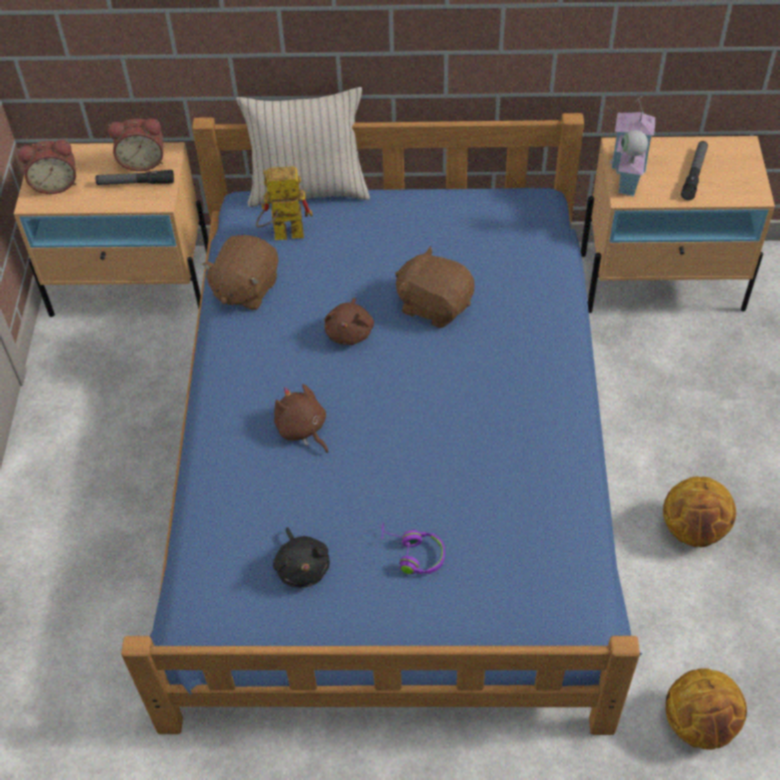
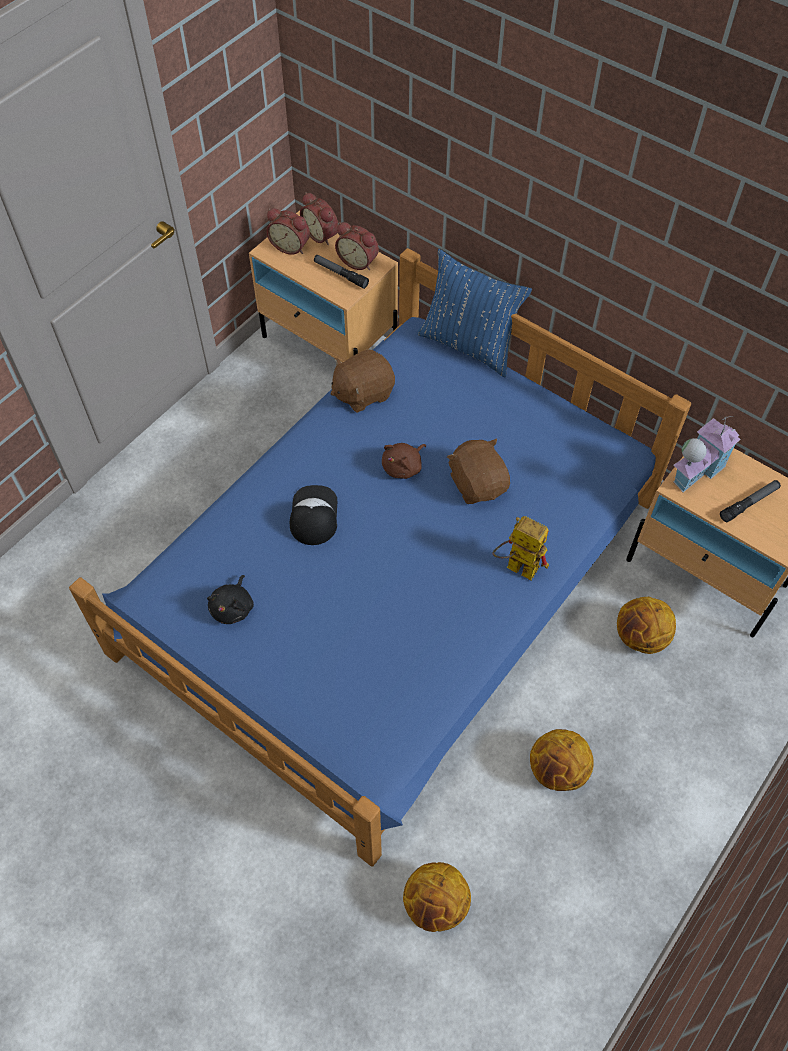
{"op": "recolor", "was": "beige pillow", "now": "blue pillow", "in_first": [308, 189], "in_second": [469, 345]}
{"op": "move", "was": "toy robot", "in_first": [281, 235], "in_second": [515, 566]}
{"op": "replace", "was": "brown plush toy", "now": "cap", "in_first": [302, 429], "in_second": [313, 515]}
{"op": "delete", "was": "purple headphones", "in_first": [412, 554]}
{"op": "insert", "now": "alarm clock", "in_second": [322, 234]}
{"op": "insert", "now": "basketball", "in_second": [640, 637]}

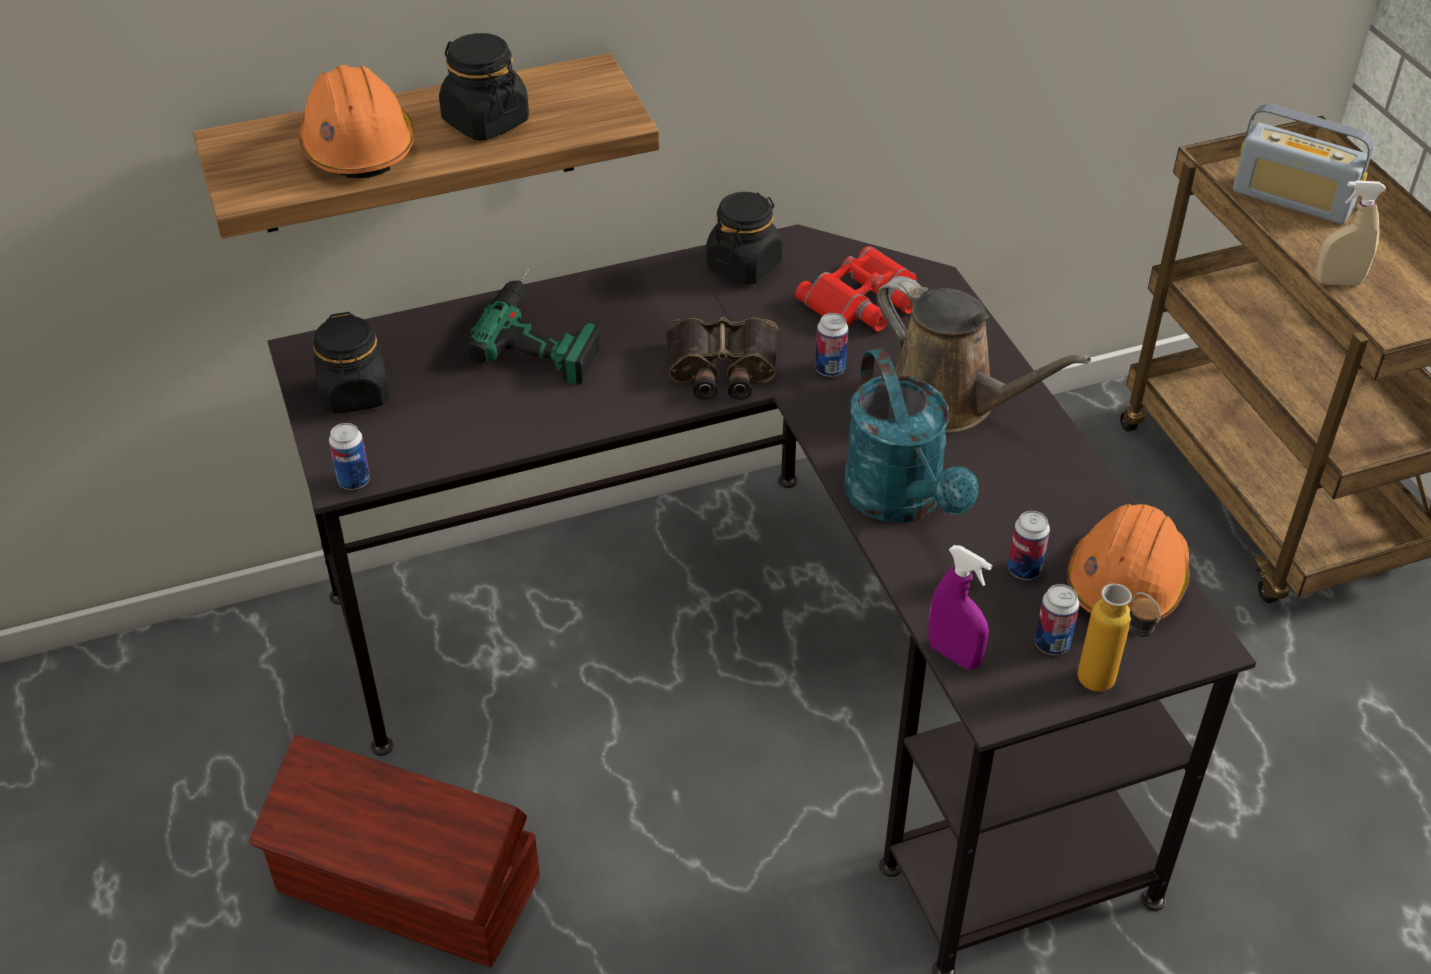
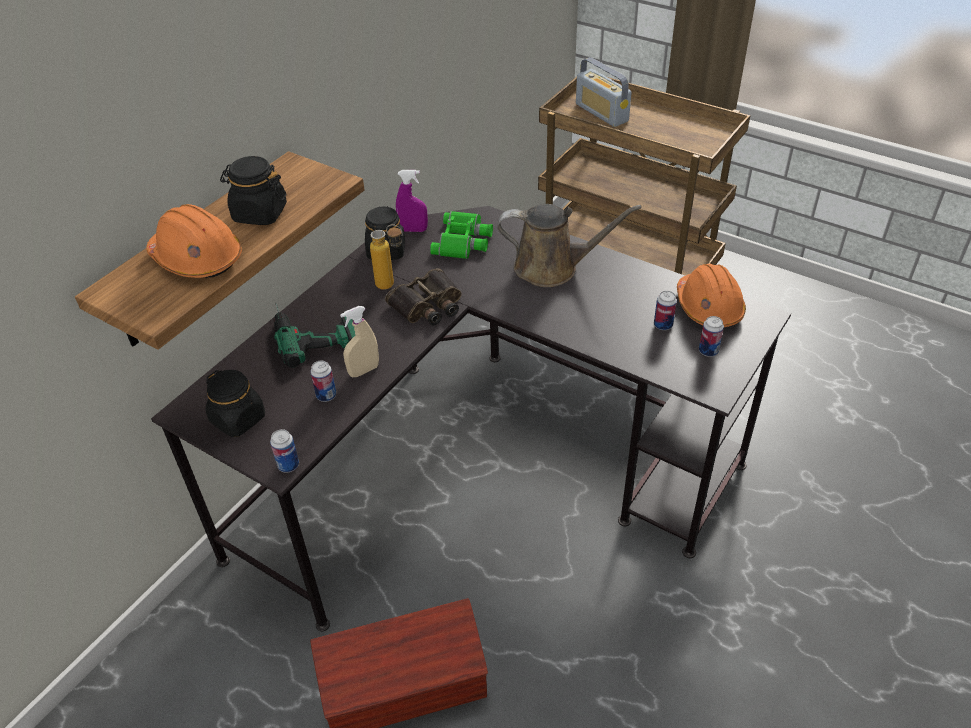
{"op": "recolor", "was": "red binoculars", "now": "green binoculars", "in_first": [864, 301], "in_second": [464, 241]}
{"op": "move", "was": "can", "in_first": [830, 369], "in_second": [326, 395]}
{"op": "delete", "was": "turquoise watering can", "in_first": [901, 501]}
{"op": "move", "was": "purple spray bottle", "in_first": [954, 655], "in_second": [413, 230]}
{"op": "move", "was": "bottle", "in_first": [1108, 688], "in_second": [392, 285]}
{"op": "rotate", "was": "radio", "in_first": [1292, 199], "in_second": [601, 113], "clockwise": 60}
{"op": "move", "was": "beige spray bottle", "in_first": [1338, 282], "in_second": [364, 371]}

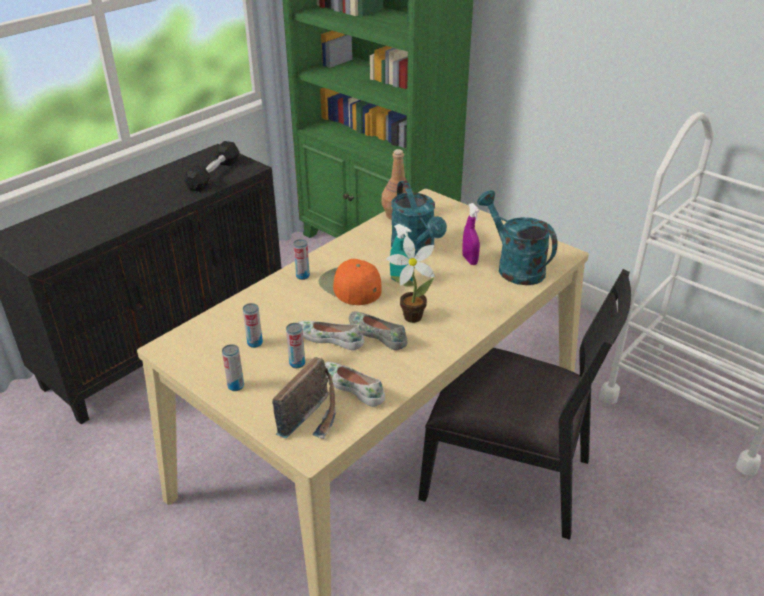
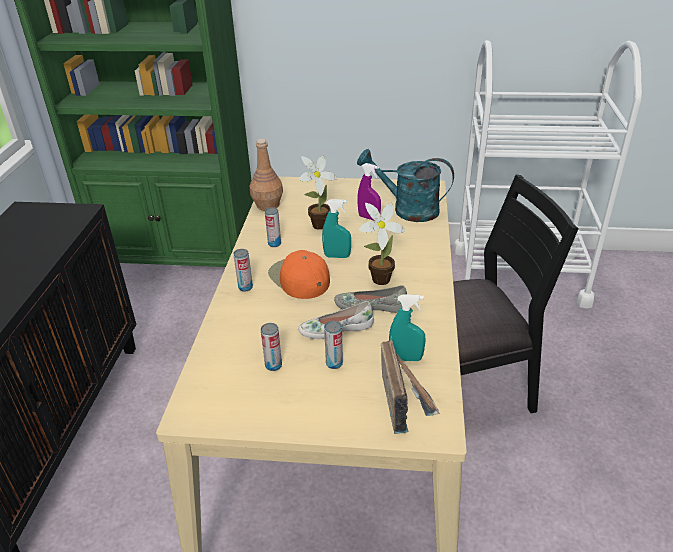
{"op": "delete", "was": "black dumbbell", "in_first": [214, 174]}
{"op": "move", "was": "can", "in_first": [236, 386], "in_second": [274, 244]}
{"op": "rotate", "was": "orange cap", "in_first": [350, 286], "in_second": [298, 278], "clockwise": 45}
{"op": "replace", "was": "white shoe", "now": "turquoise spray bottle", "in_first": [353, 387], "in_second": [406, 358]}
{"op": "replace", "was": "turquoise watering can", "now": "potted plant", "in_first": [416, 249], "in_second": [317, 226]}

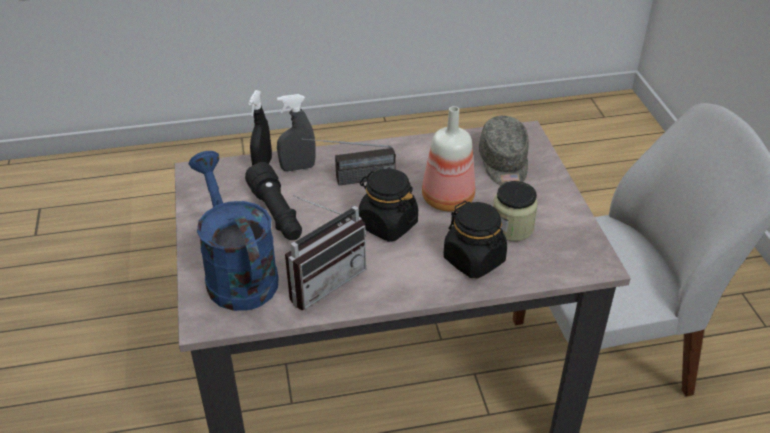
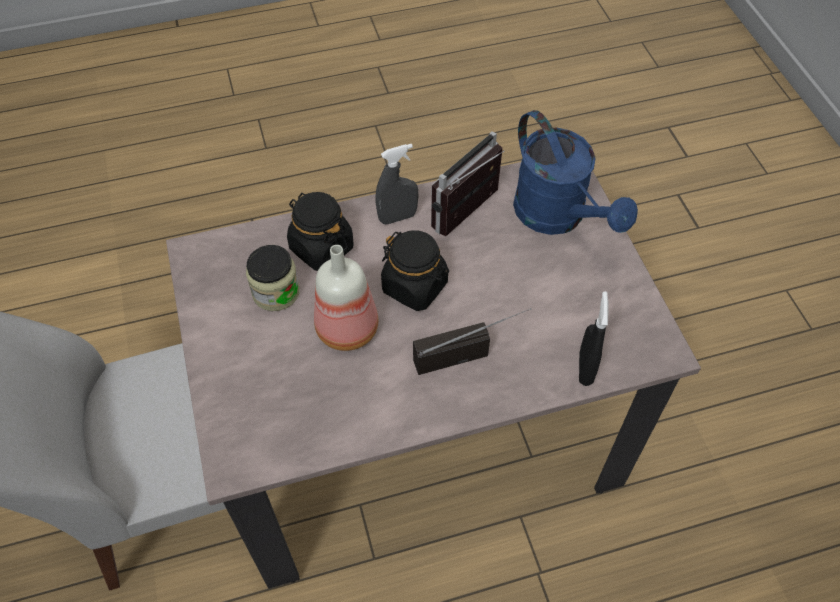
{"op": "delete", "was": "black flashlight", "in_first": [277, 214]}
{"op": "move", "was": "grey spray bottle", "in_first": [298, 168], "in_second": [397, 217]}
{"op": "delete", "was": "grey cap", "in_first": [504, 164]}

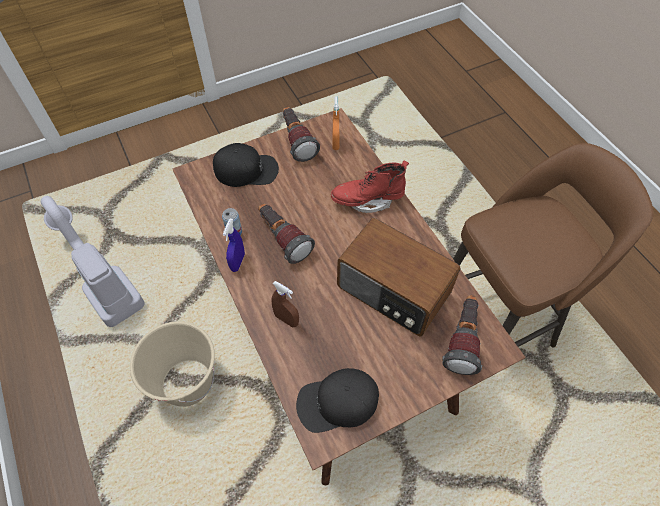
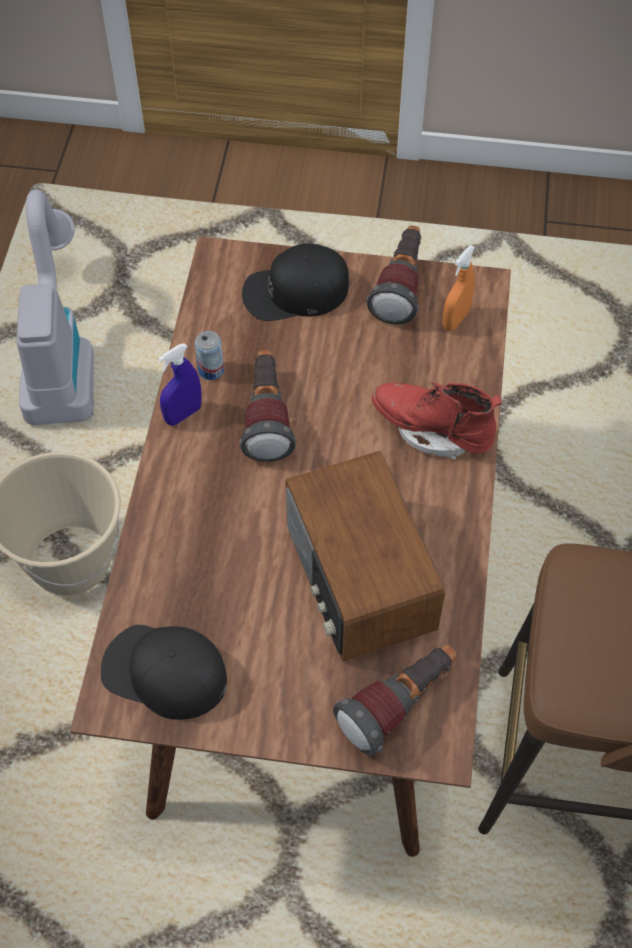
{"op": "rotate", "was": "black cap", "in_first": [246, 170], "in_second": [295, 291], "clockwise": 135}
{"op": "delete", "was": "brown spray bottle", "in_first": [286, 319]}

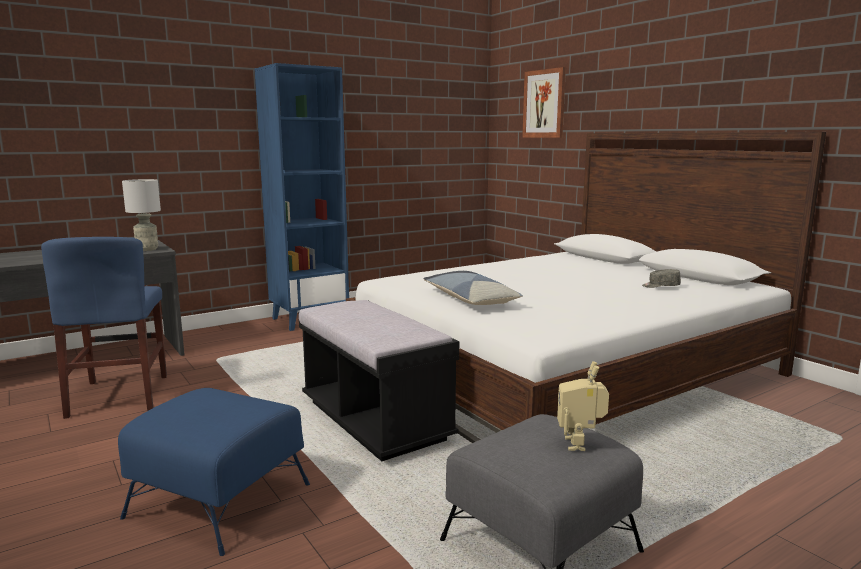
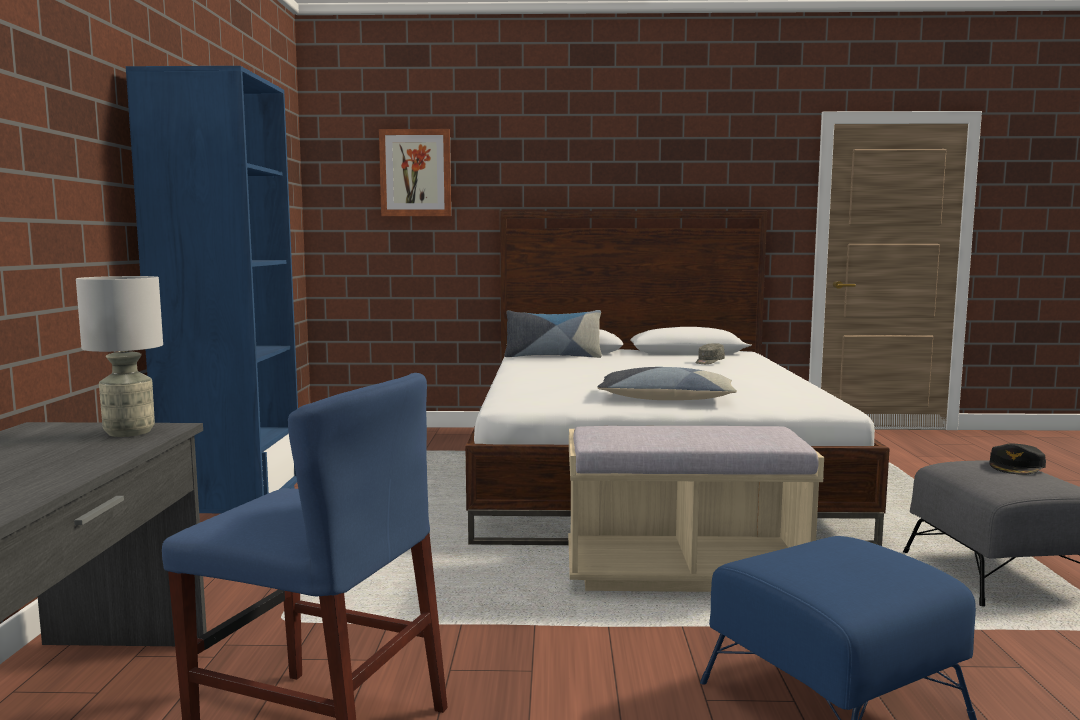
{"op": "recolor", "was": "black bench", "now": "beige bench", "in_first": [375, 421], "in_second": [683, 573]}
{"op": "replace", "was": "toy robot", "now": "black cap", "in_first": [580, 444], "in_second": [1016, 466]}
{"op": "insert", "now": "pillow", "in_second": [553, 356]}

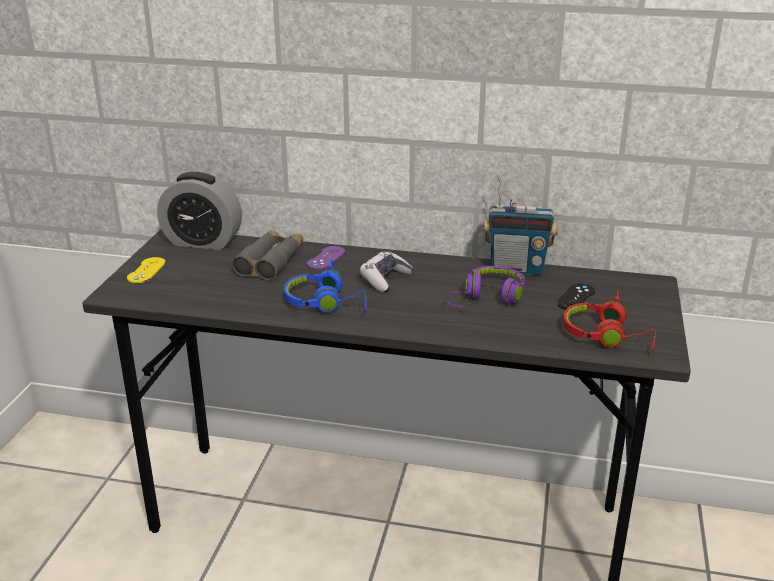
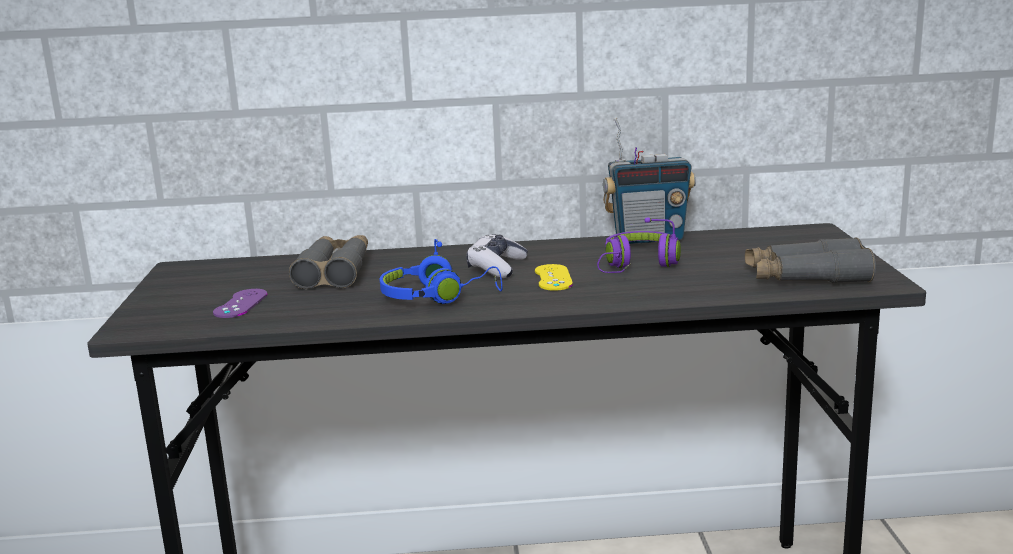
{"op": "move", "was": "yellow game controller", "in_first": [146, 270], "in_second": [553, 278]}
{"op": "delete", "was": "alarm clock", "in_first": [202, 242]}
{"op": "move", "was": "purple game controller", "in_first": [326, 258], "in_second": [241, 304]}
{"op": "delete", "was": "black game controller", "in_first": [576, 297]}
{"op": "replace", "was": "red headphones", "now": "grey binoculars", "in_first": [607, 337], "in_second": [806, 277]}

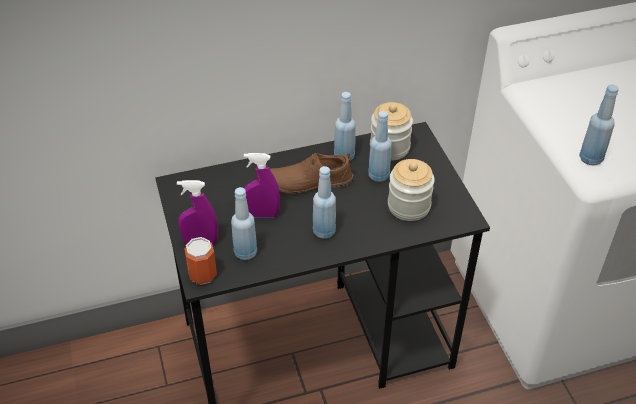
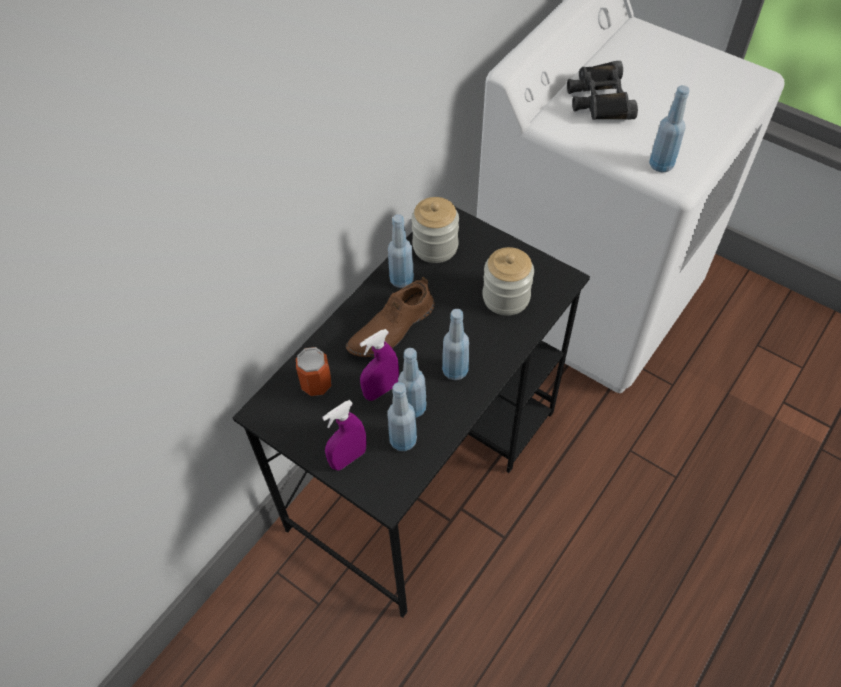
{"op": "move", "was": "can", "in_first": [202, 275], "in_second": [316, 384]}
{"op": "move", "was": "blue bottle", "in_first": [378, 175], "in_second": [412, 408]}
{"op": "insert", "now": "black binoculars", "in_second": [599, 99]}

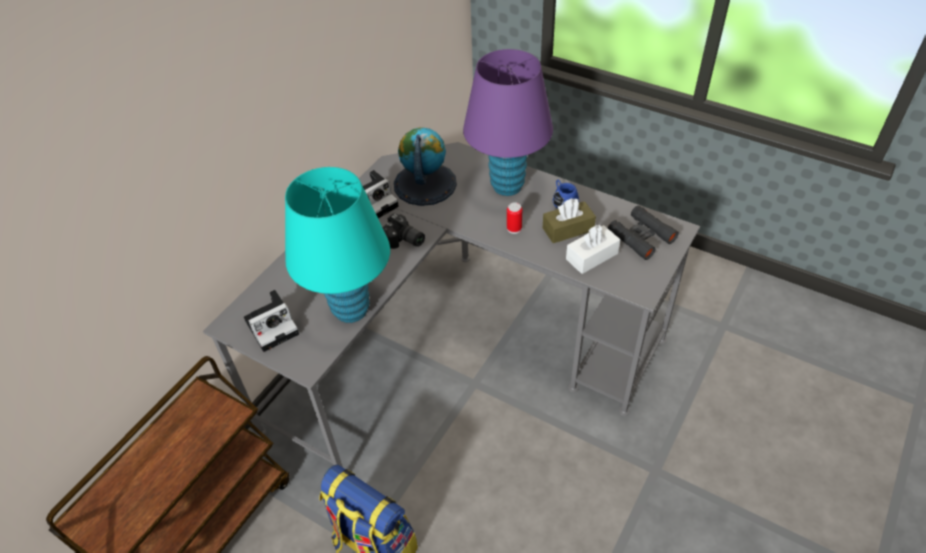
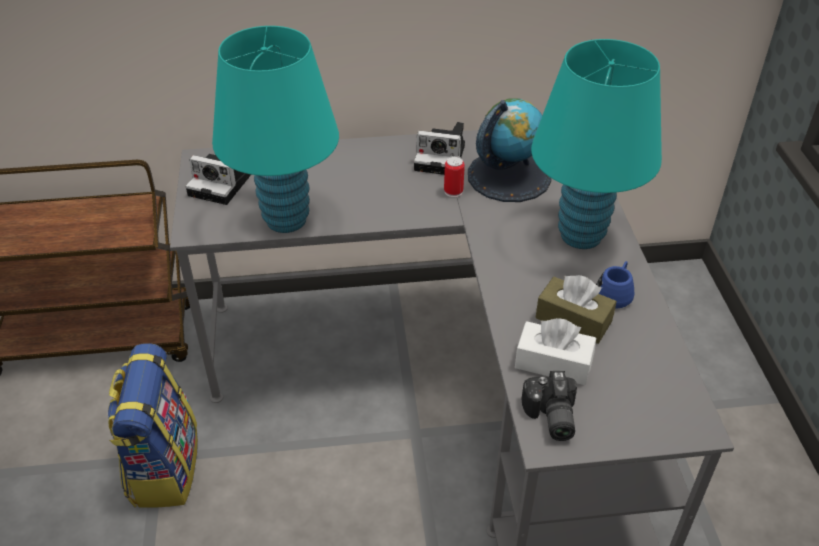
{"op": "move", "was": "photo camera", "in_first": [403, 241], "in_second": [549, 417]}
{"op": "recolor", "was": "purple table lamp", "now": "turquoise table lamp", "in_first": [507, 186], "in_second": [581, 236]}
{"op": "move", "was": "can", "in_first": [514, 228], "in_second": [453, 191]}
{"op": "delete", "was": "black binoculars", "in_first": [641, 237]}

